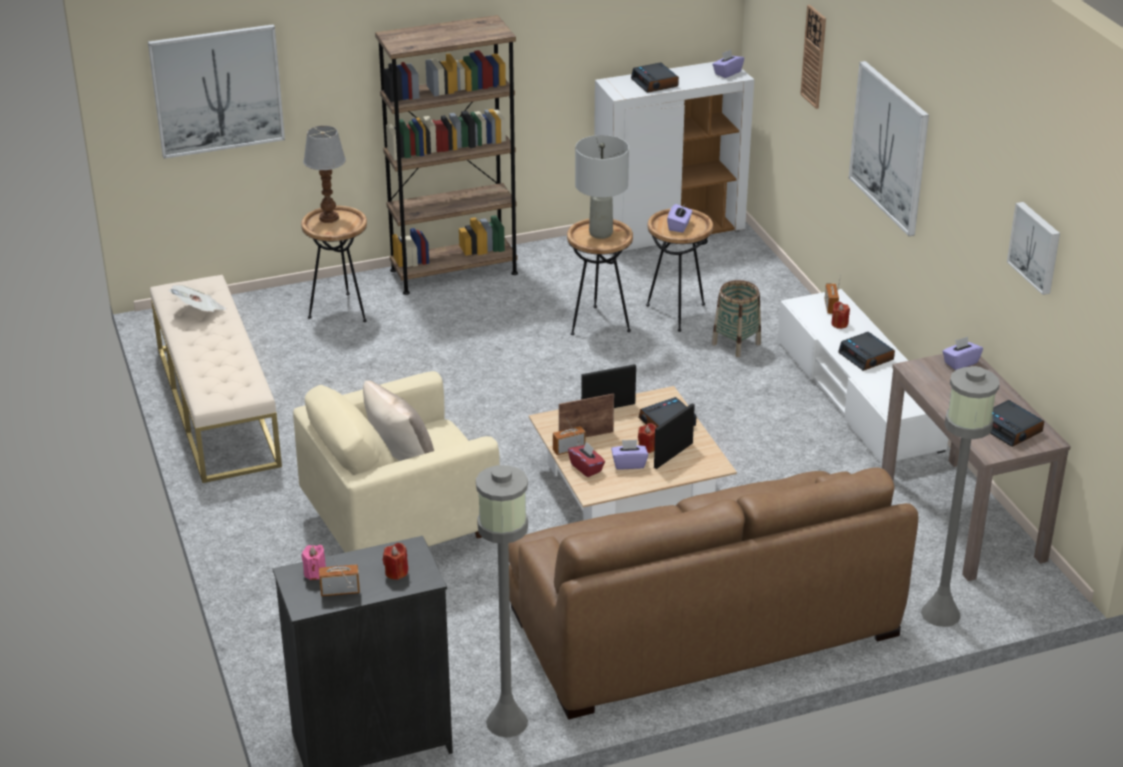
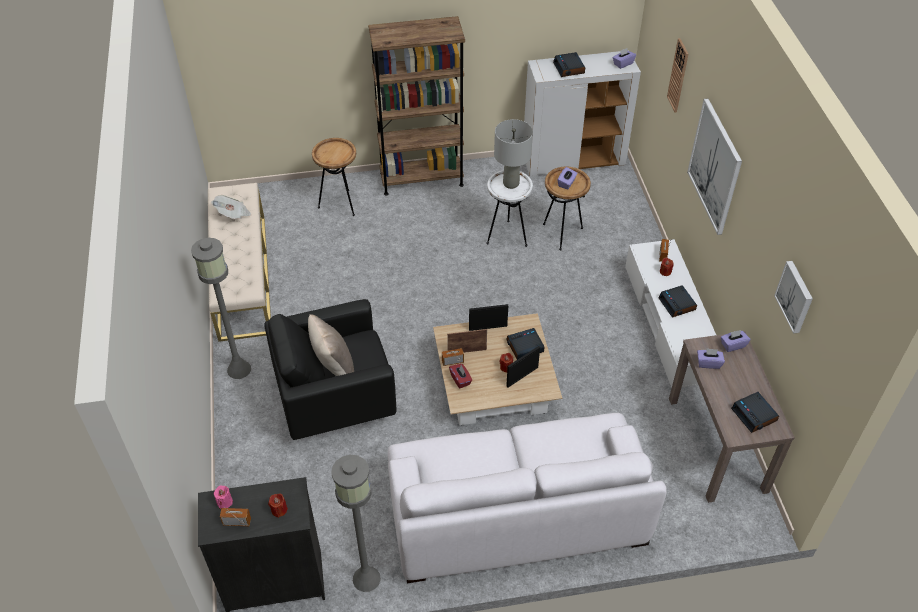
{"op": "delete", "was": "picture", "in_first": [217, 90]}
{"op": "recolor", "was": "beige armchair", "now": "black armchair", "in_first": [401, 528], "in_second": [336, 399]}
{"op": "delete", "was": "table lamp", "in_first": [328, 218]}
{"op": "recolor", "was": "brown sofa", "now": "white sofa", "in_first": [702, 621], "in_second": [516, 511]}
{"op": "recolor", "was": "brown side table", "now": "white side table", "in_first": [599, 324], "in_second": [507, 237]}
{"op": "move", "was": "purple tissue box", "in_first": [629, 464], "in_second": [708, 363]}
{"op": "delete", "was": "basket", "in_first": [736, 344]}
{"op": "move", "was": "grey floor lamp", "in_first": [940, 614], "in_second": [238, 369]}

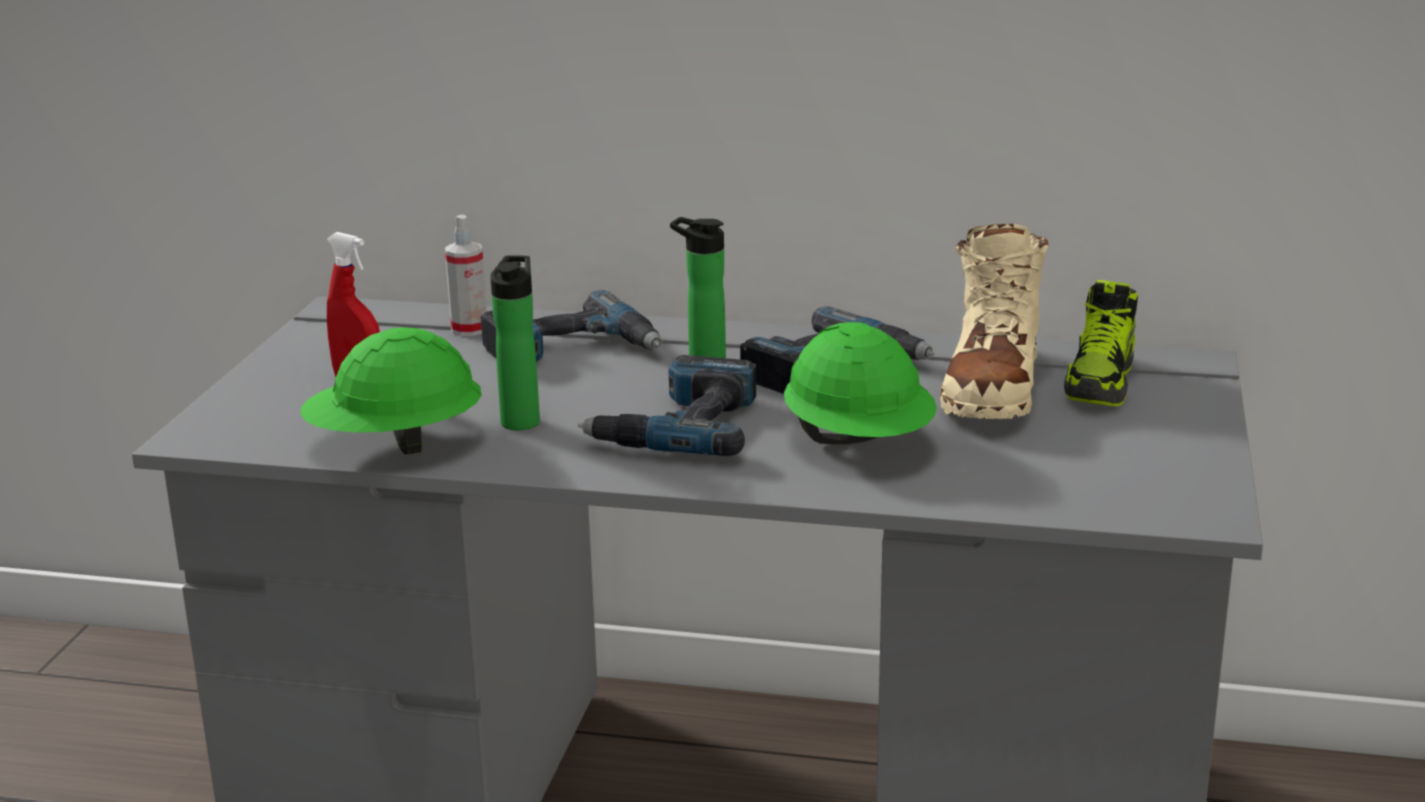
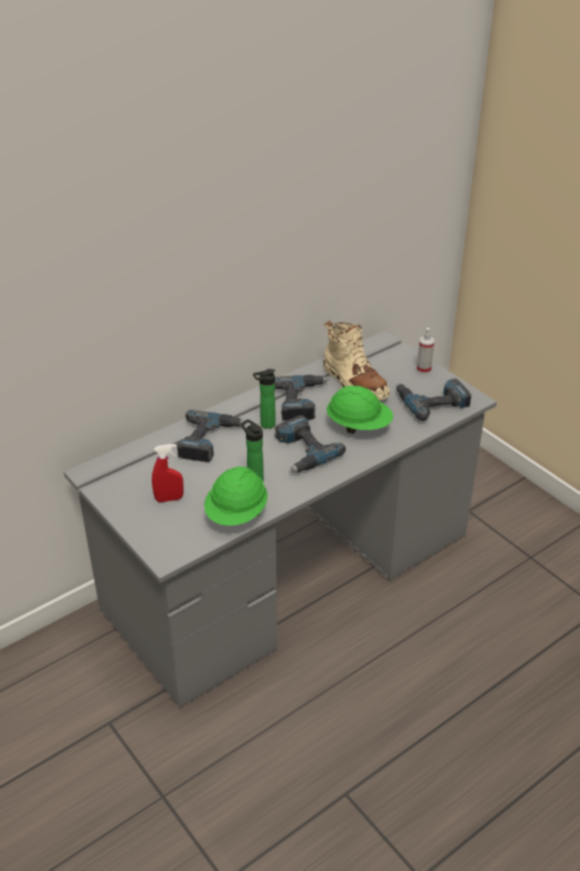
{"op": "move", "was": "spray bottle", "in_first": [469, 329], "in_second": [423, 369]}
{"op": "delete", "was": "shoe", "in_first": [1101, 383]}
{"op": "insert", "now": "power drill", "in_second": [432, 401]}

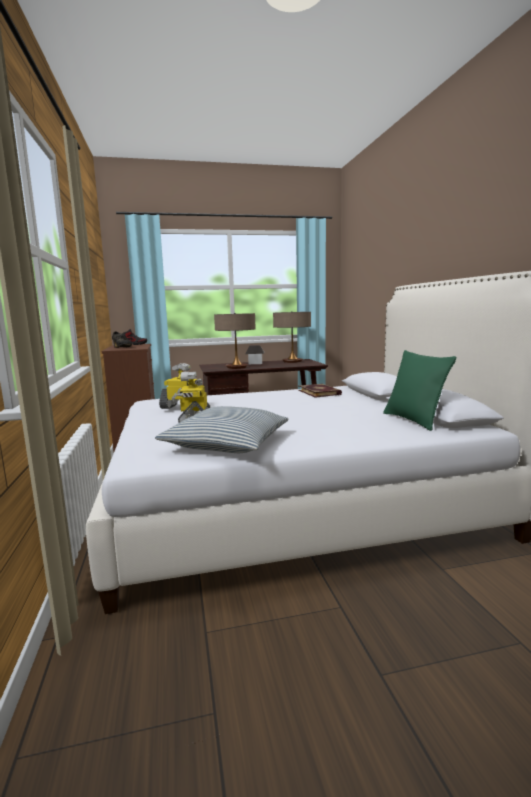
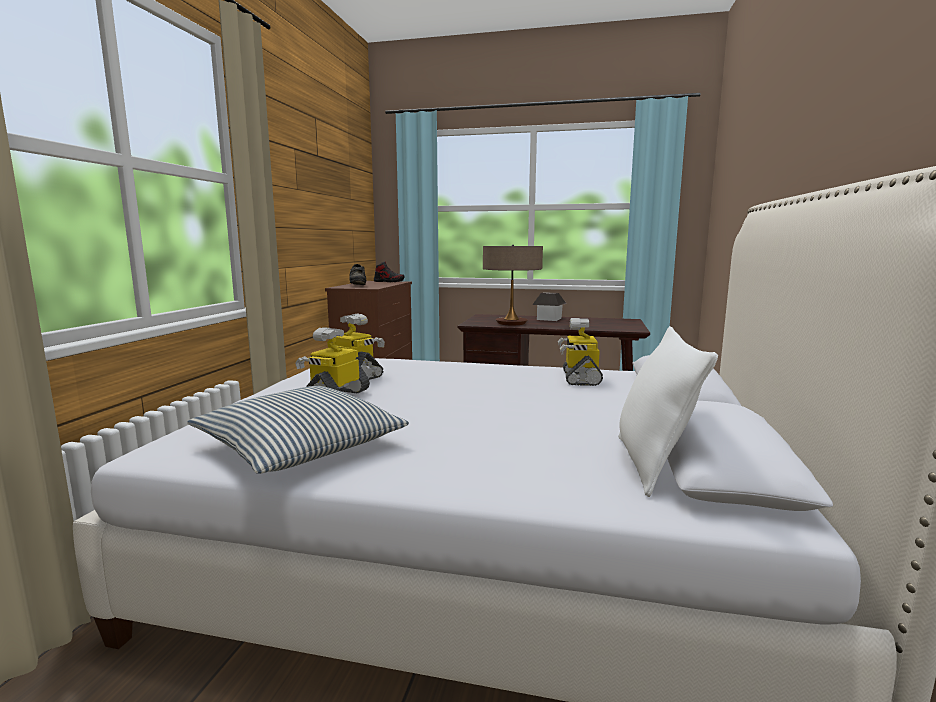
{"op": "delete", "was": "table lamp", "in_first": [292, 361]}
{"op": "replace", "was": "book", "now": "toy robot", "in_first": [319, 392], "in_second": [580, 378]}
{"op": "recolor", "was": "green pillow", "now": "white pillow", "in_first": [413, 420], "in_second": [652, 464]}

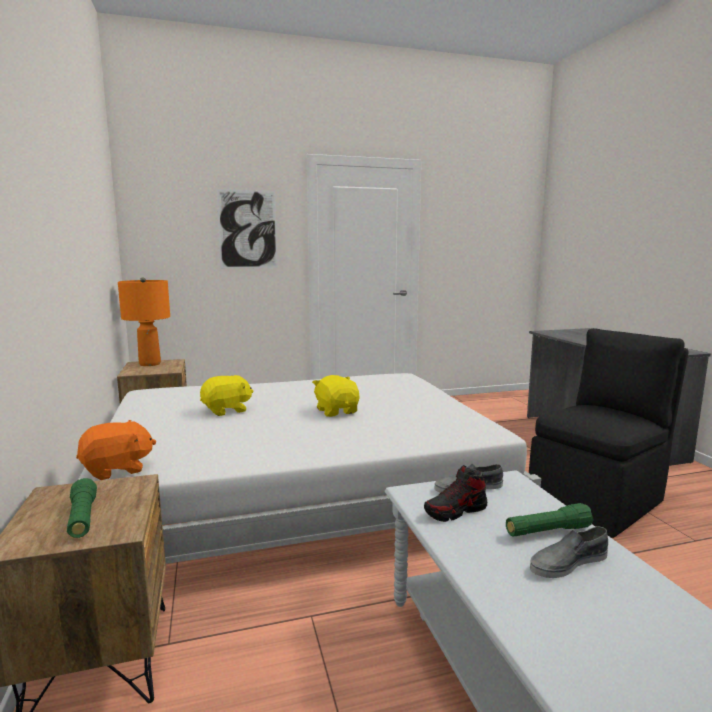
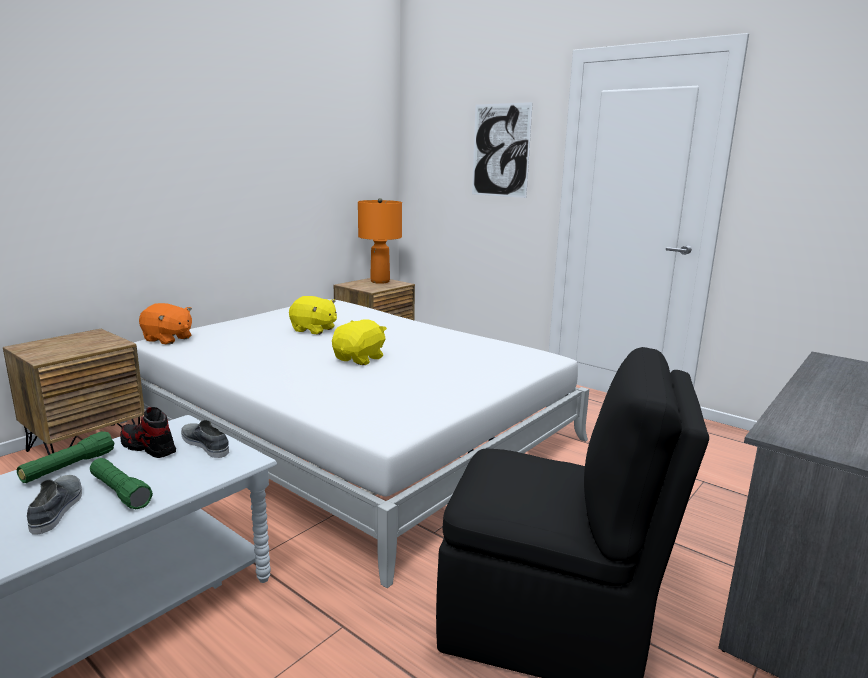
{"op": "move", "was": "green flashlight", "in_first": [82, 518], "in_second": [68, 467]}
{"op": "rotate", "was": "grey shoe", "in_first": [567, 562], "in_second": [57, 508], "clockwise": 45}

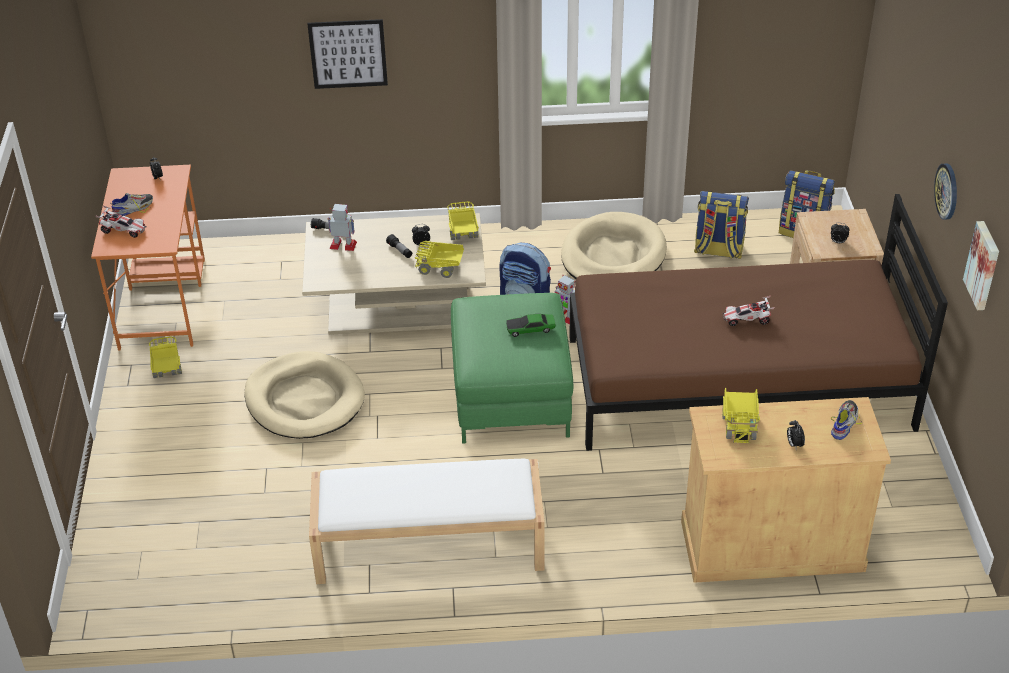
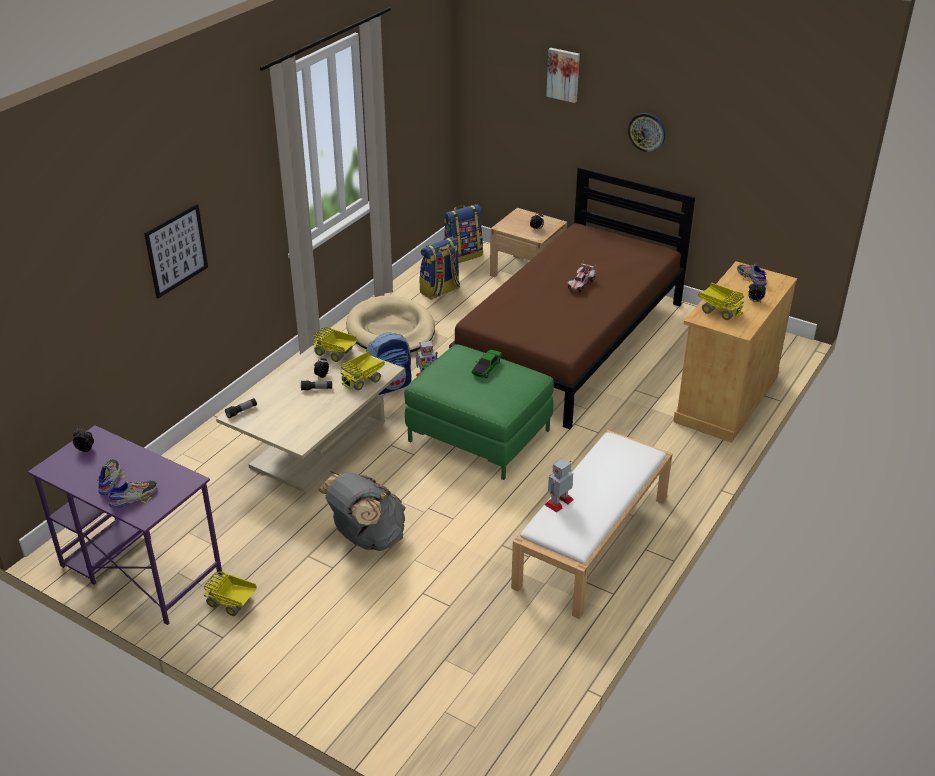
{"op": "recolor", "was": "orange desk", "now": "purple desk", "in_first": [162, 302], "in_second": [140, 570]}
{"op": "replace", "was": "toy car", "now": "shoe", "in_first": [123, 230], "in_second": [134, 497]}
{"op": "replace", "was": "beige dog bed", "now": "grey backpack", "in_first": [304, 400], "in_second": [366, 538]}
{"op": "move", "was": "toy robot", "in_first": [343, 245], "in_second": [559, 502]}
{"op": "move", "was": "picture", "in_first": [984, 265], "in_second": [563, 74]}

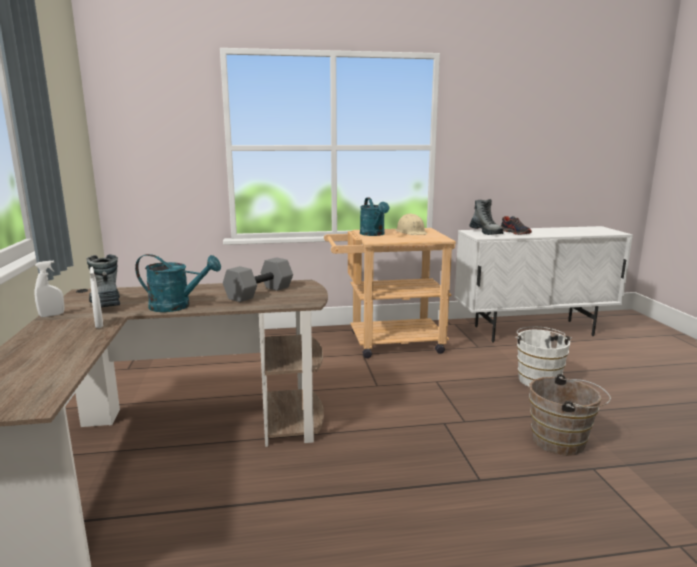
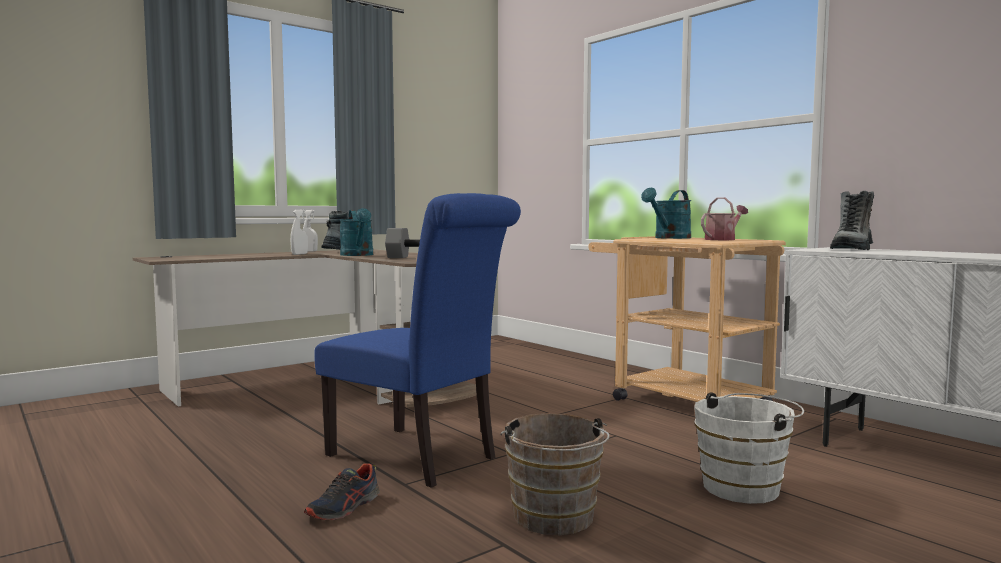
{"op": "replace", "was": "beige hard hat", "now": "watering can", "in_first": [411, 232], "in_second": [722, 239]}
{"op": "move", "was": "shoe", "in_first": [515, 233], "in_second": [344, 508]}
{"op": "insert", "now": "blue chair", "in_second": [419, 458]}

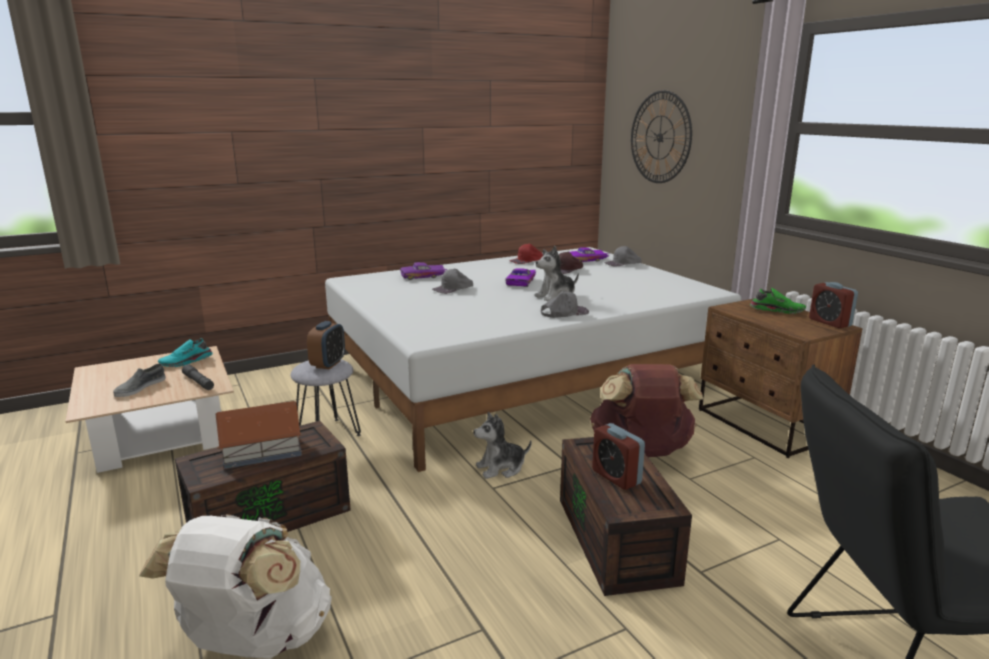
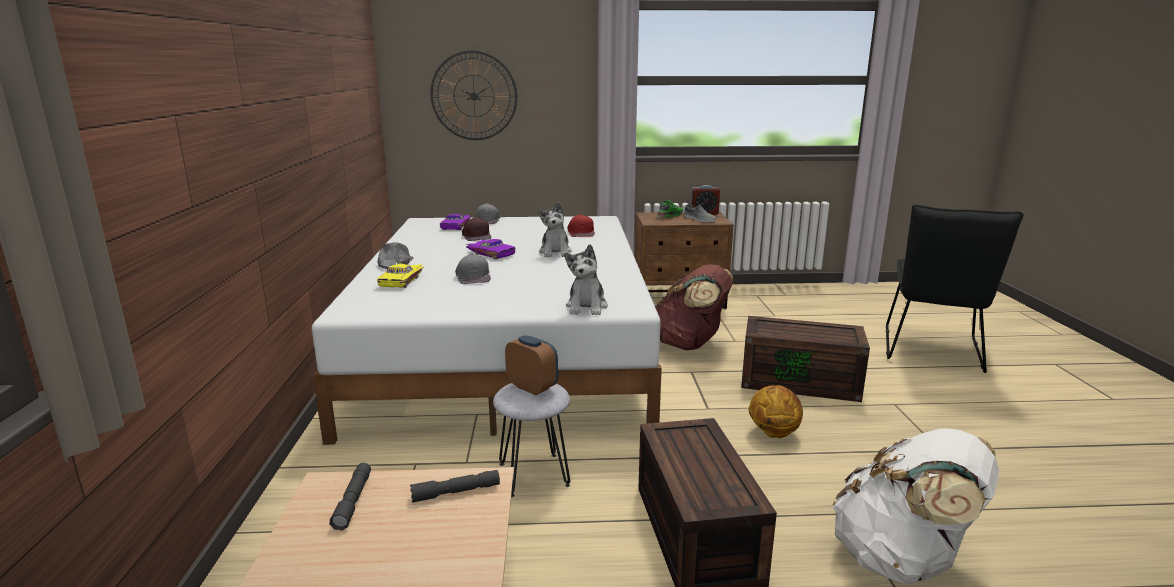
{"op": "move", "was": "grey shoe", "in_first": [140, 387], "in_second": [699, 219]}
{"op": "replace", "was": "turquoise shoe", "now": "grey flashlight", "in_first": [186, 362], "in_second": [353, 501]}
{"op": "delete", "was": "toy house", "in_first": [263, 451]}
{"op": "recolor", "was": "purple toy car", "now": "yellow toy car", "in_first": [423, 276], "in_second": [403, 281]}
{"op": "move", "was": "plush toy", "in_first": [501, 468], "in_second": [587, 307]}
{"op": "move", "was": "red cap", "in_first": [527, 261], "in_second": [581, 233]}
{"op": "move", "was": "grey cap", "in_first": [564, 312], "in_second": [395, 263]}
{"op": "delete", "was": "alarm clock", "in_first": [616, 477]}
{"op": "insert", "now": "basketball", "in_second": [773, 433]}

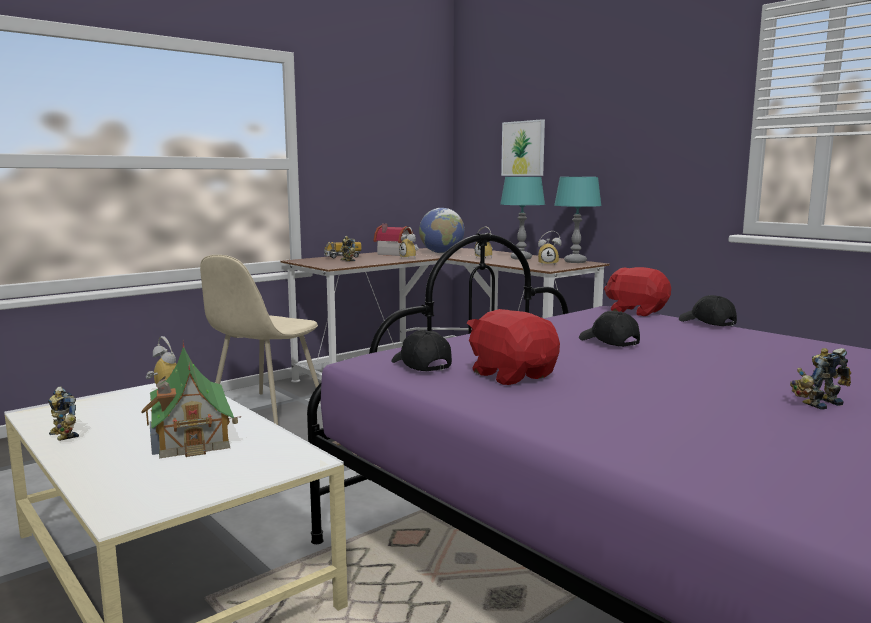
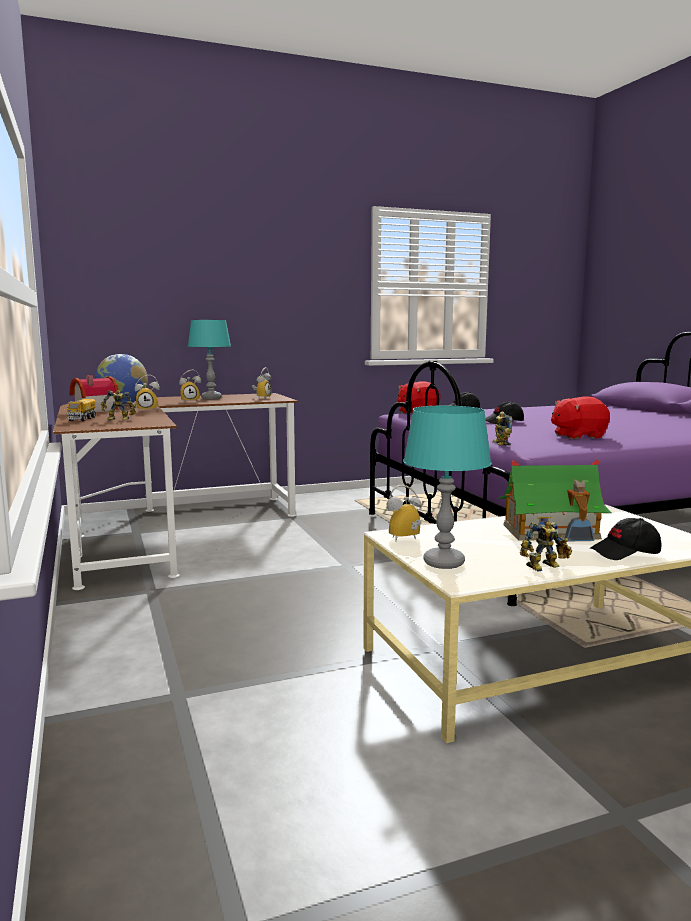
{"op": "delete", "was": "beige chair", "in_first": [265, 410]}
{"op": "move", "was": "black cap", "in_first": [420, 365], "in_second": [625, 553]}
{"op": "delete", "was": "picture", "in_first": [523, 148]}
{"op": "move", "was": "turquoise table lamp", "in_first": [575, 262], "in_second": [444, 563]}
{"op": "move", "was": "toy robot", "in_first": [818, 403], "in_second": [499, 444]}

